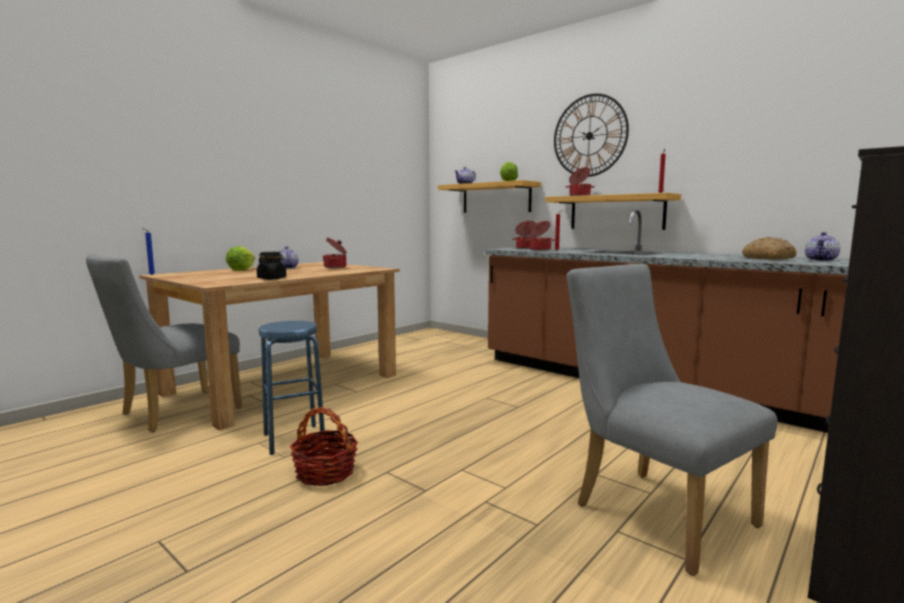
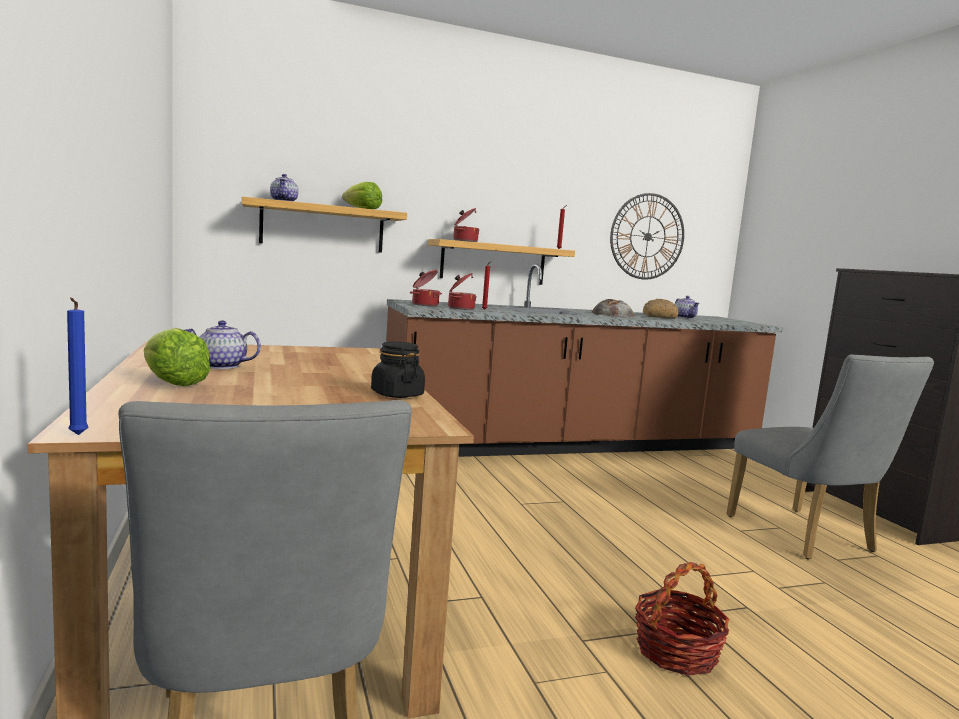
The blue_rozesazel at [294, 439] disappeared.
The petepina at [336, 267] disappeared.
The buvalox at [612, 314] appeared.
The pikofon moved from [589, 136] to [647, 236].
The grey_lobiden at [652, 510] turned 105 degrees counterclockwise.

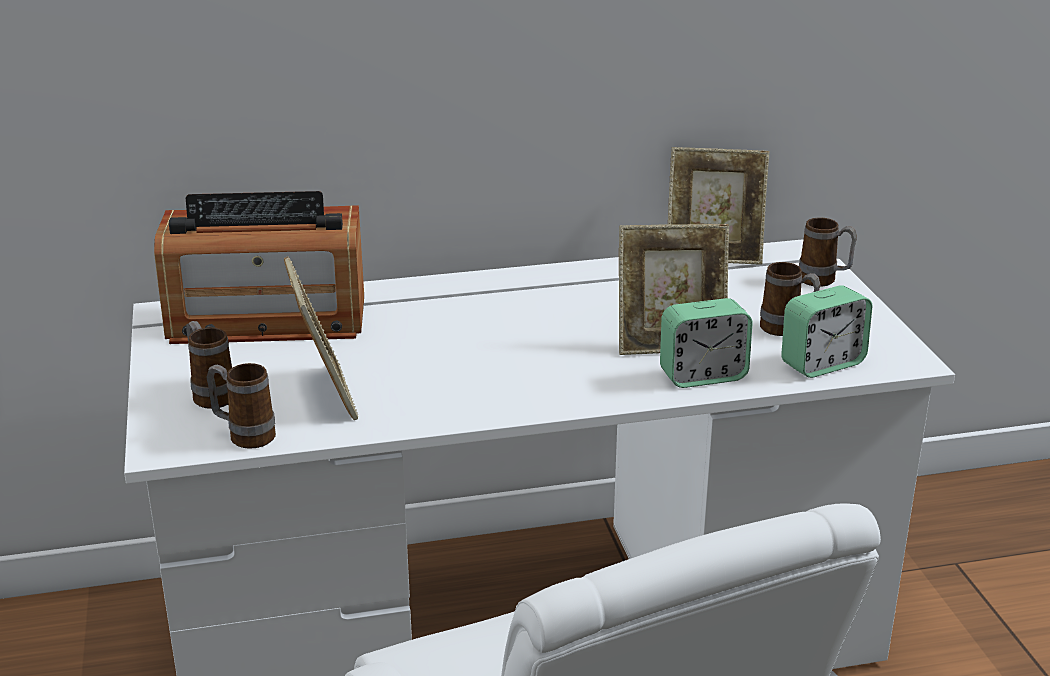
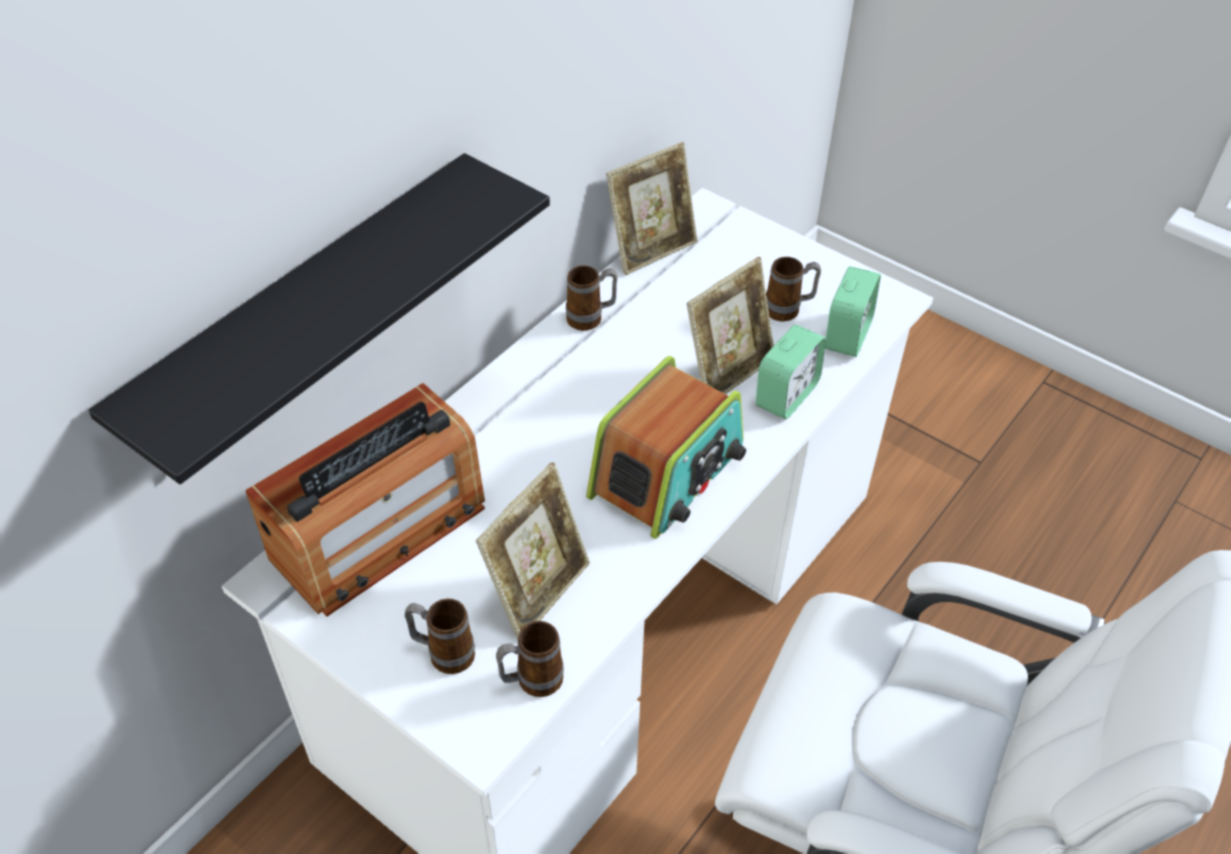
The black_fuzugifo at [307, 317] appeared.
The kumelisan at [668, 472] appeared.
The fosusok moved from [824, 281] to [591, 318].
The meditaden at [325, 394] turned 90 degrees clockwise.

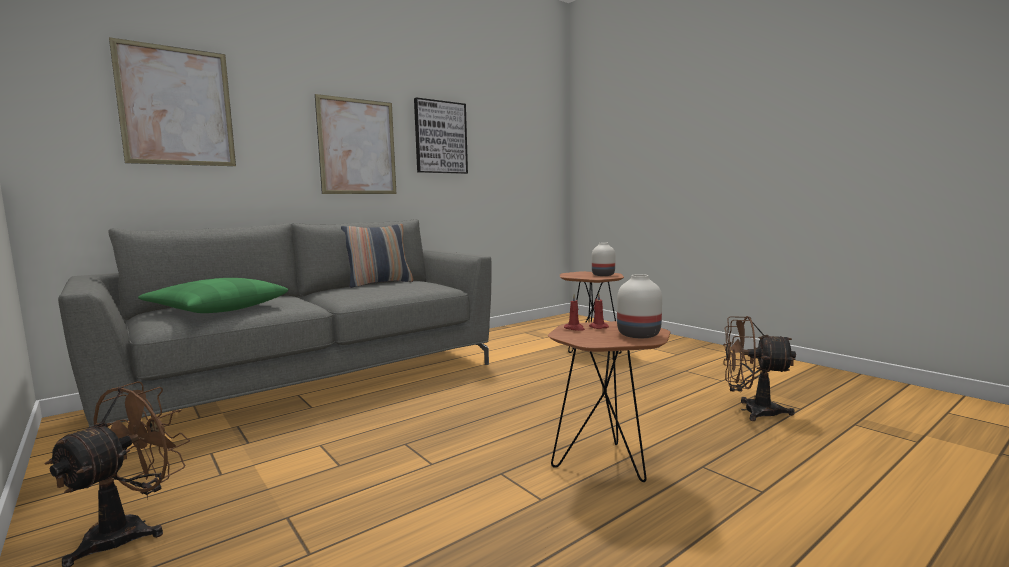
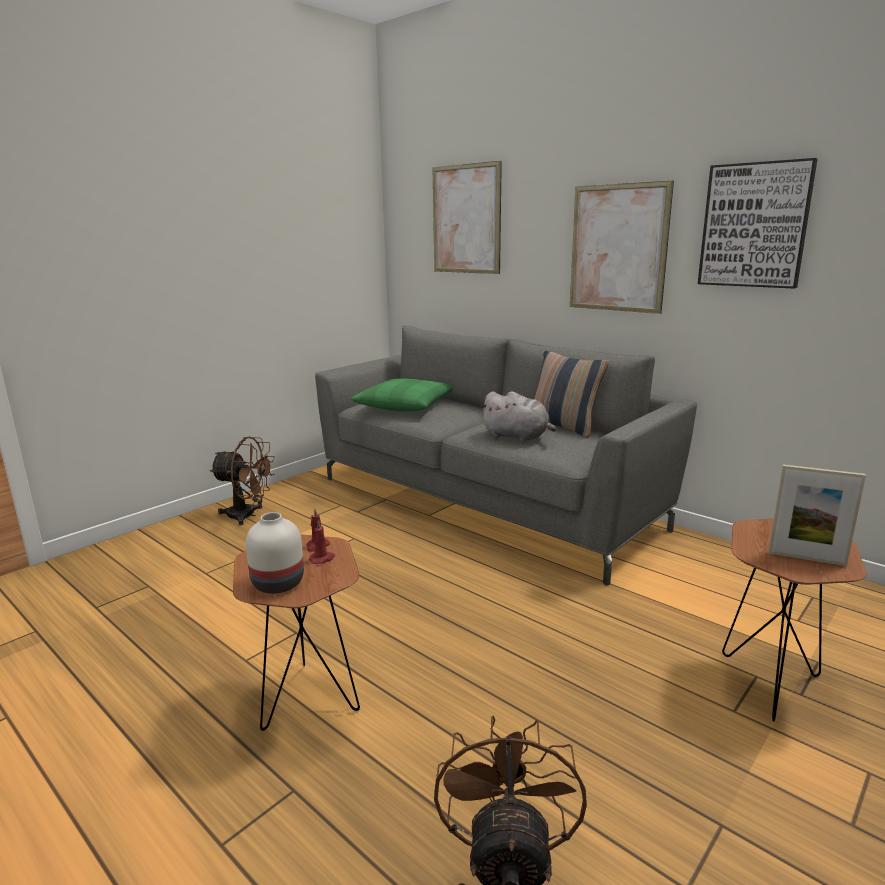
The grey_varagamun at [517, 437] appeared.
The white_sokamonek at [603, 275] was replaced by the meditaden at [806, 558].

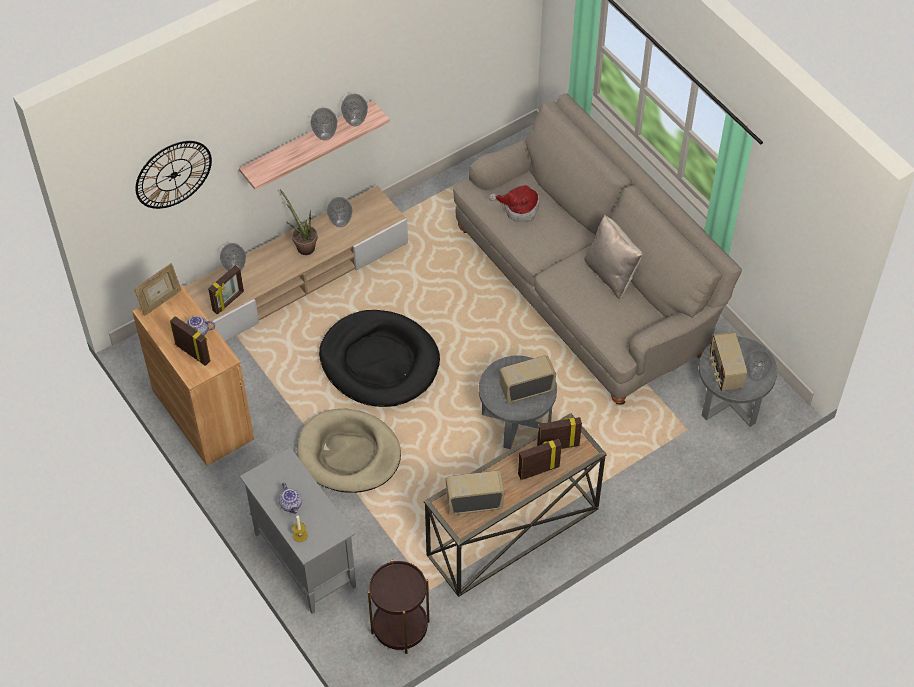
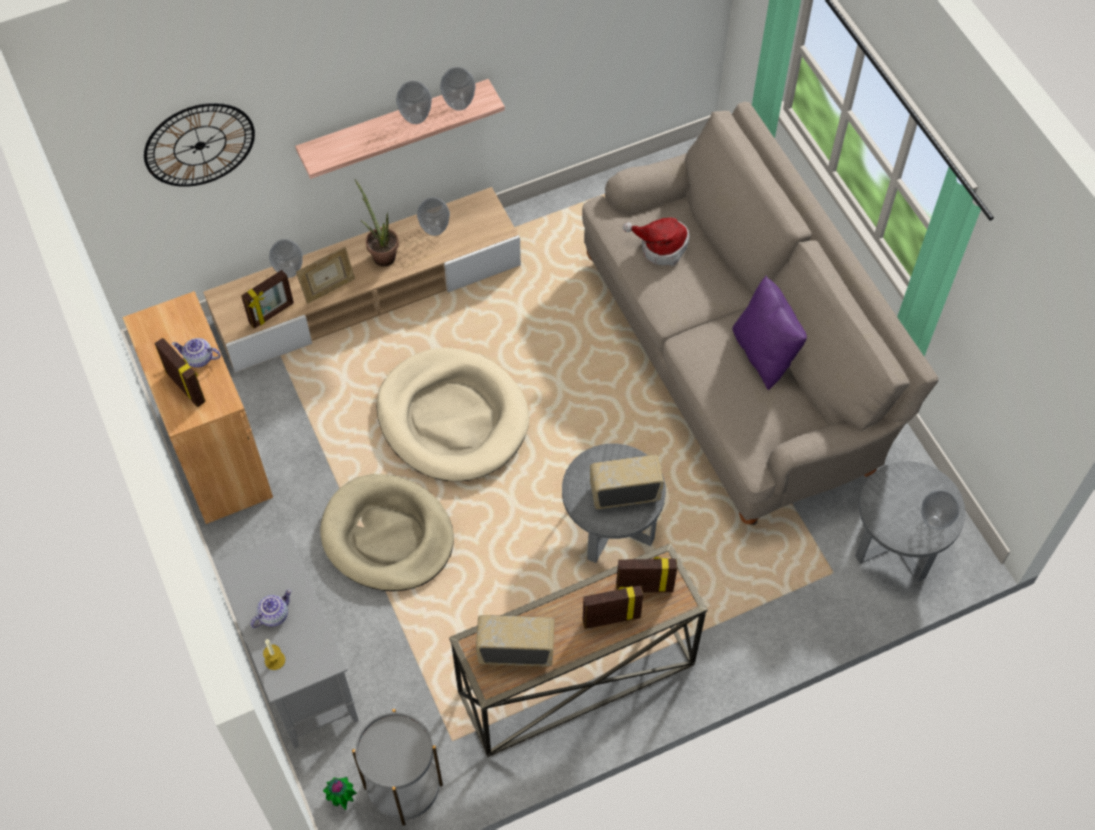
The kumelisan at [724, 372] disappeared.
The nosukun at [342, 799] appeared.
The meditaden moved from [161, 302] to [329, 289].
The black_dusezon at [379, 362] became the beige_dusezon at [452, 418].
The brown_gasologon at [400, 627] became the grey_gasologon at [403, 786].
The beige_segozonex at [611, 274] became the purple_segozonex at [764, 353].
The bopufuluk at [291, 504] turned 120 degrees counterclockwise.

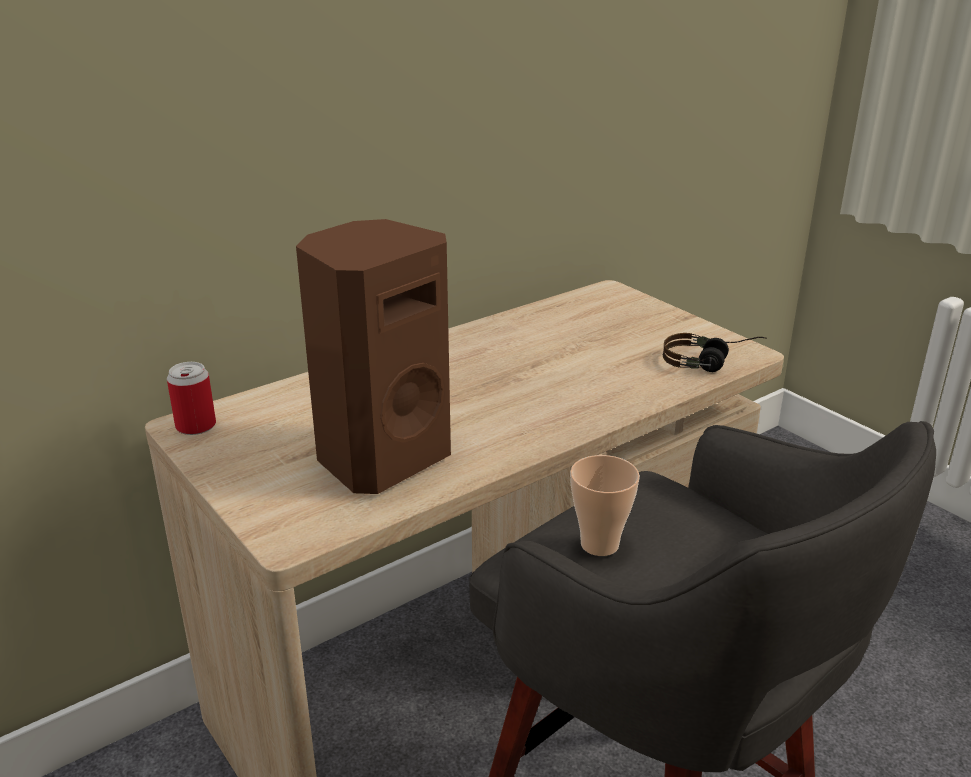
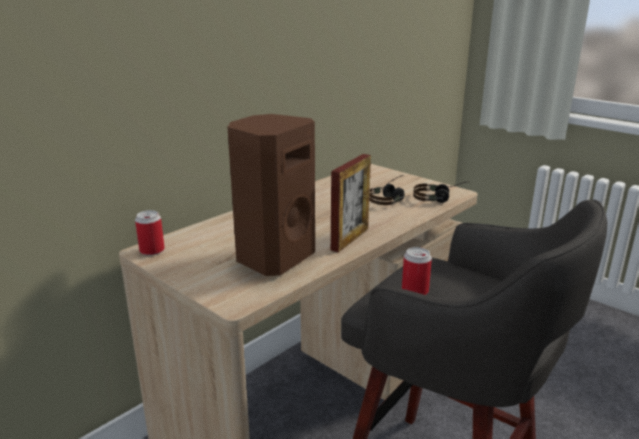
The meditaden at [350, 239] appeared.
The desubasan at [390, 198] appeared.
The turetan at [599, 544] was replaced by the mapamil at [415, 291].

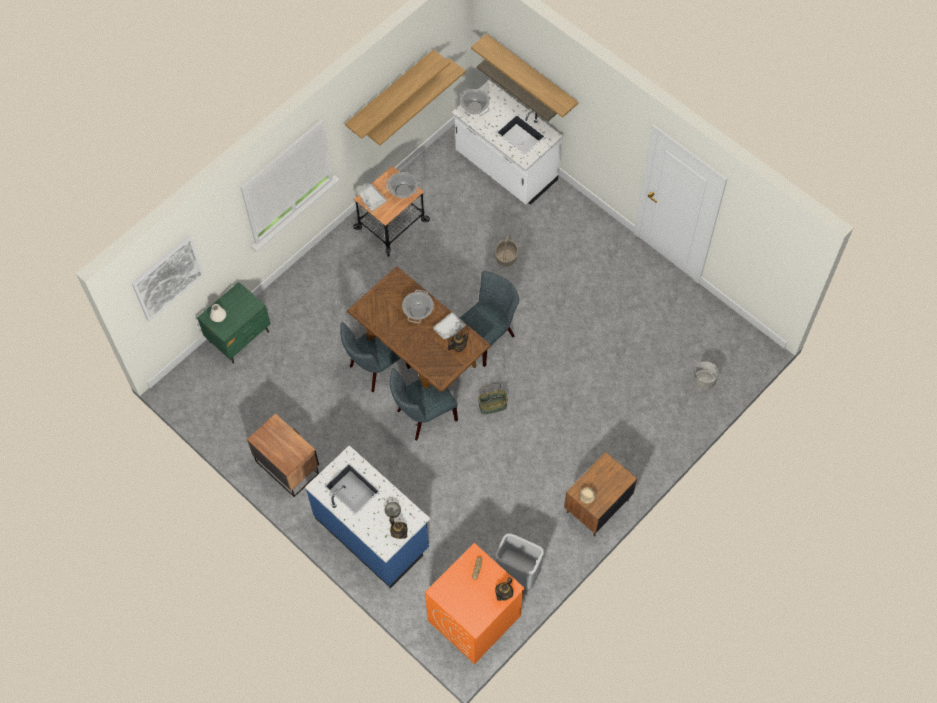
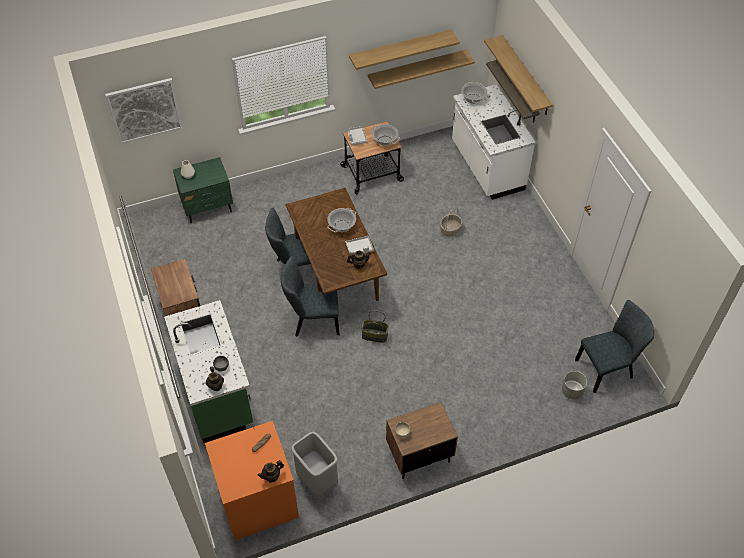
The grey_lobiden moved from [488, 336] to [607, 368].
The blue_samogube at [372, 532] became the green_samogube at [216, 392].

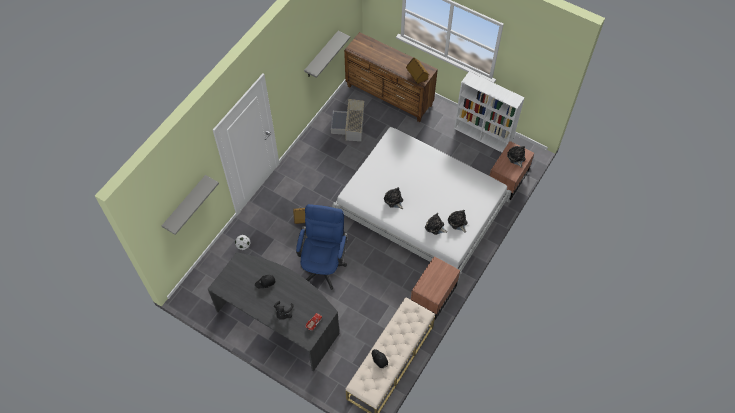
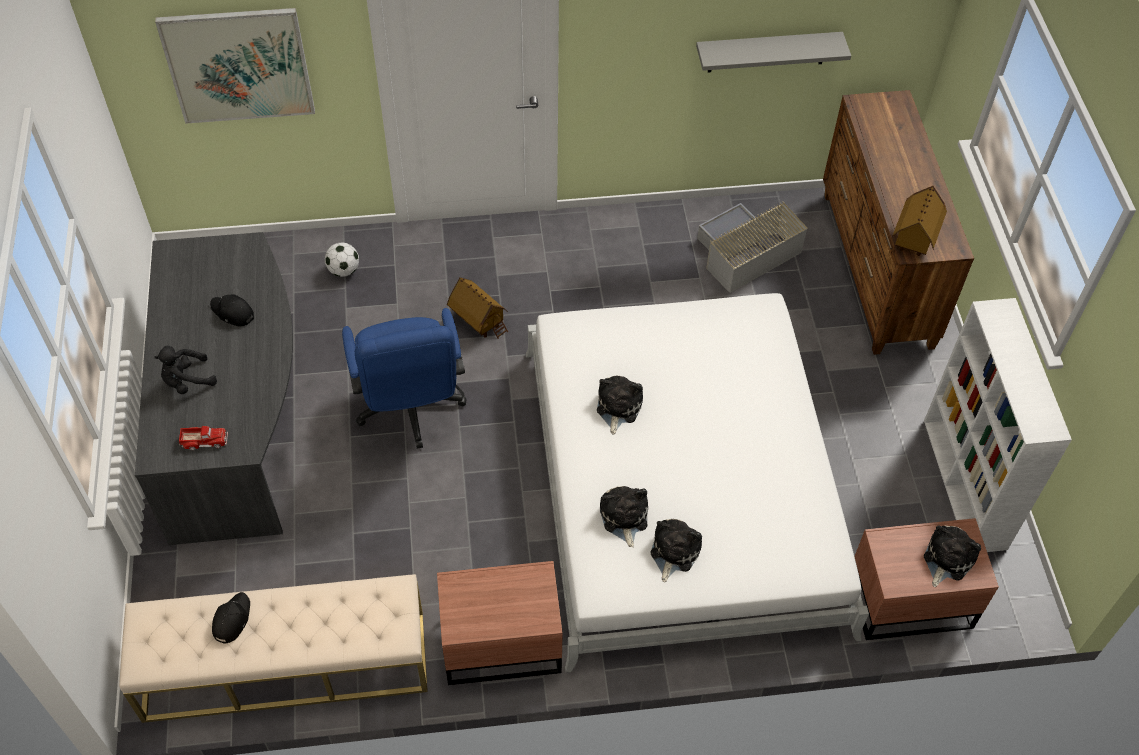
The grey_fuzugifo at [185, 204] was replaced by the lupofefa at [238, 65].
The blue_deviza at [323, 264] turned 105 degrees clockwise.

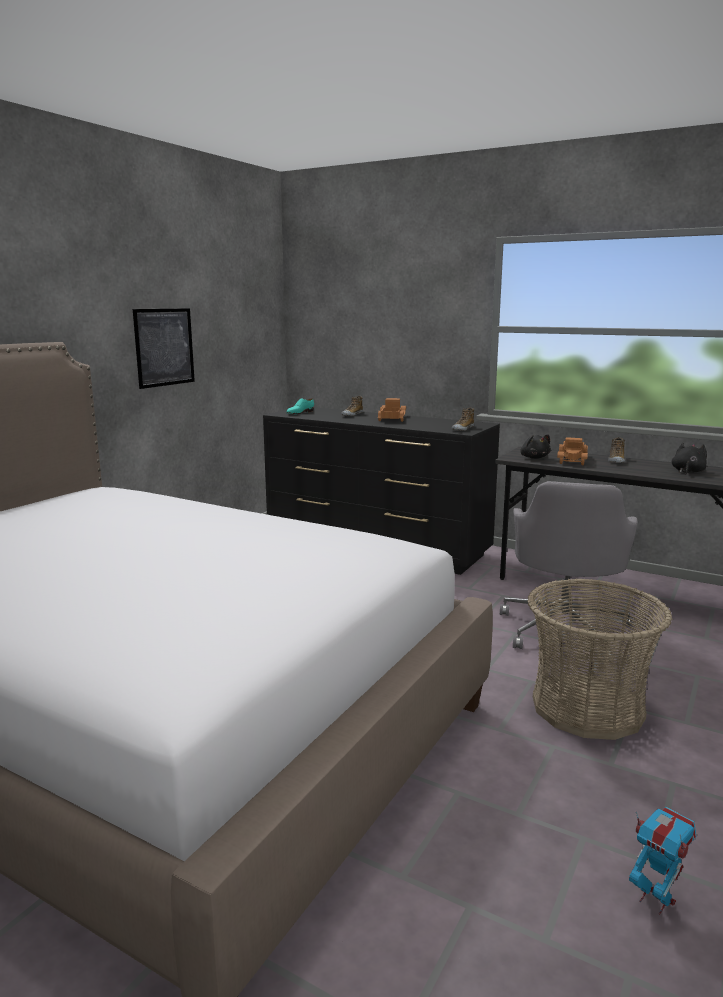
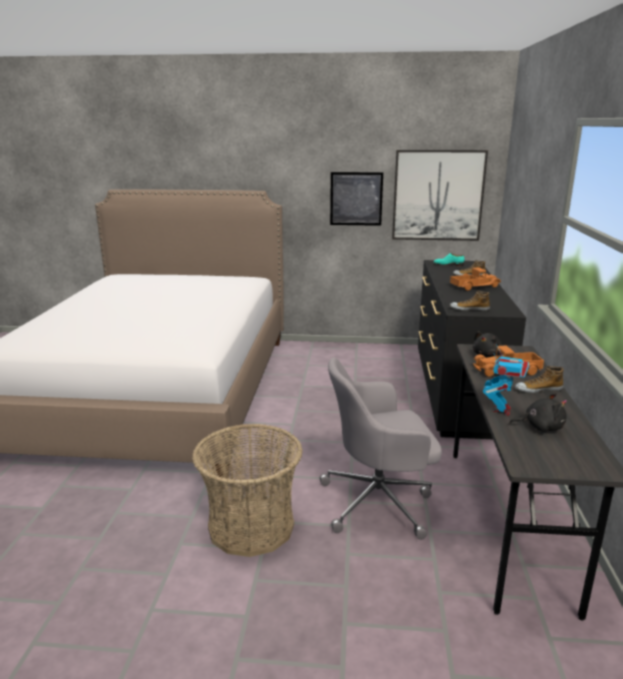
The lupofefa at [438, 195] appeared.
The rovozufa moved from [655, 899] to [502, 410].

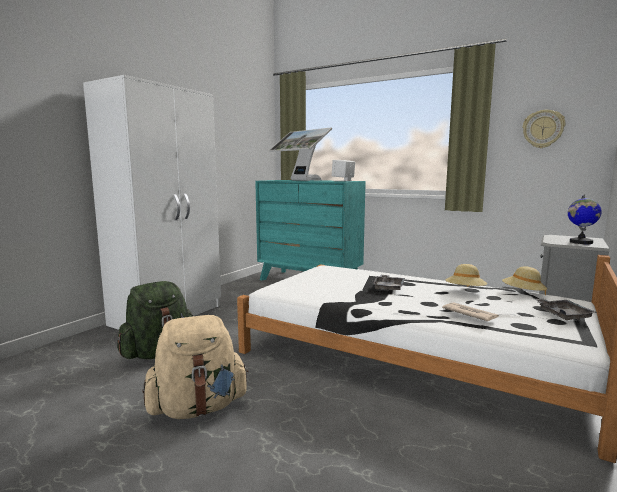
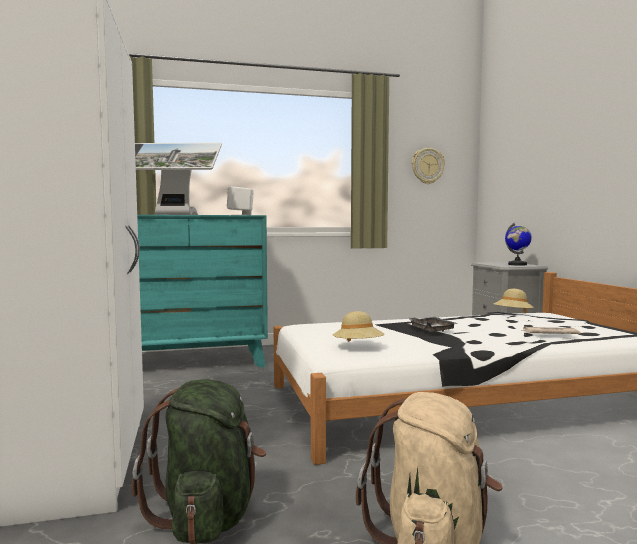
The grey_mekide at [562, 315] disappeared.
The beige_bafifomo moved from [465, 291] to [358, 347].

